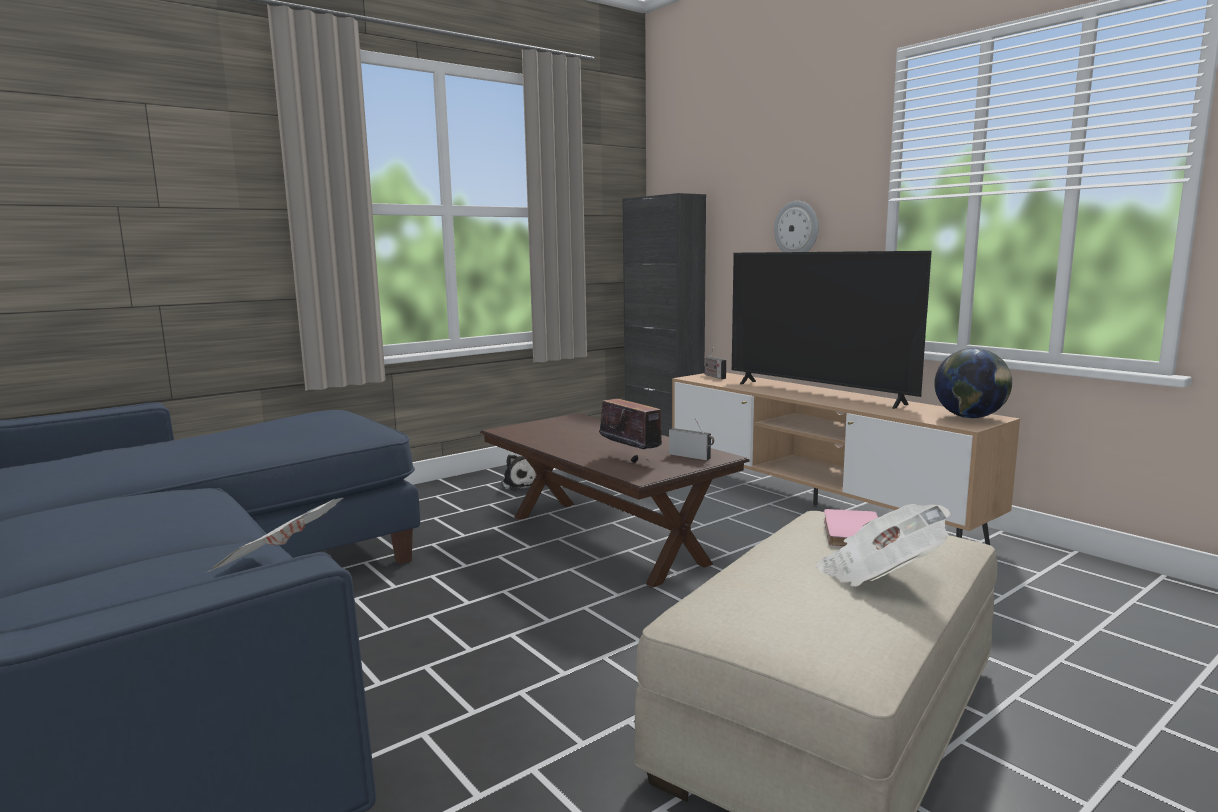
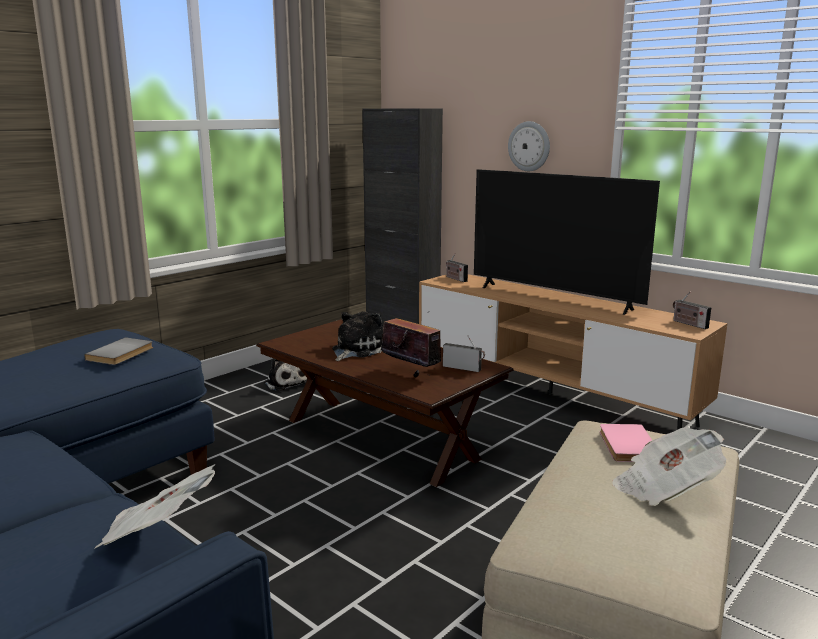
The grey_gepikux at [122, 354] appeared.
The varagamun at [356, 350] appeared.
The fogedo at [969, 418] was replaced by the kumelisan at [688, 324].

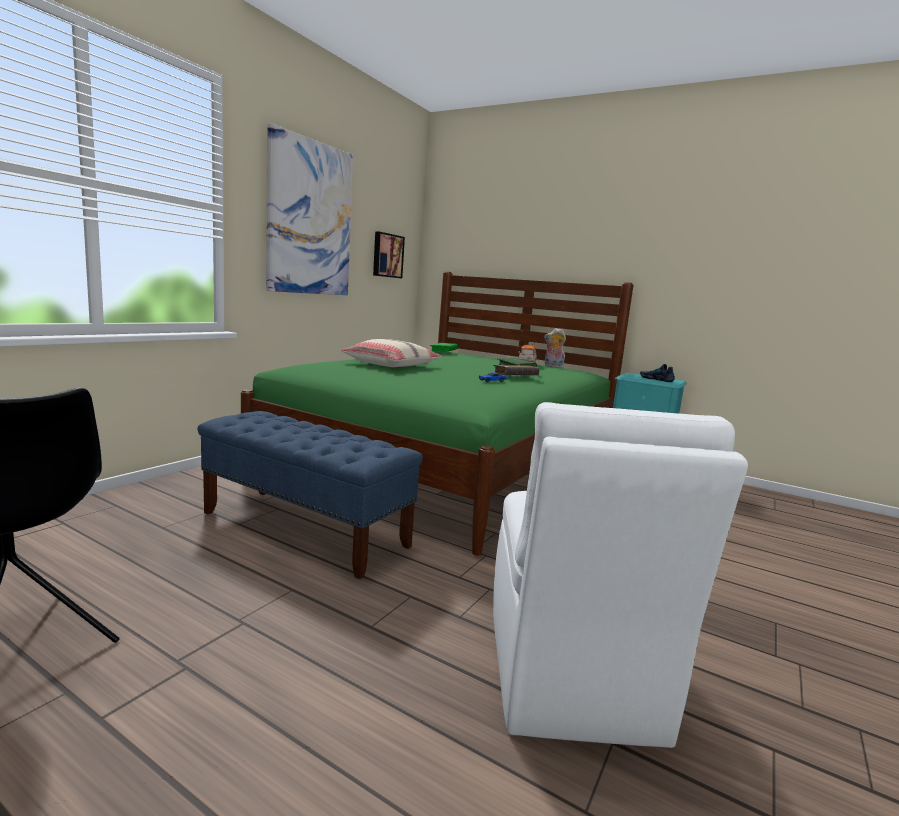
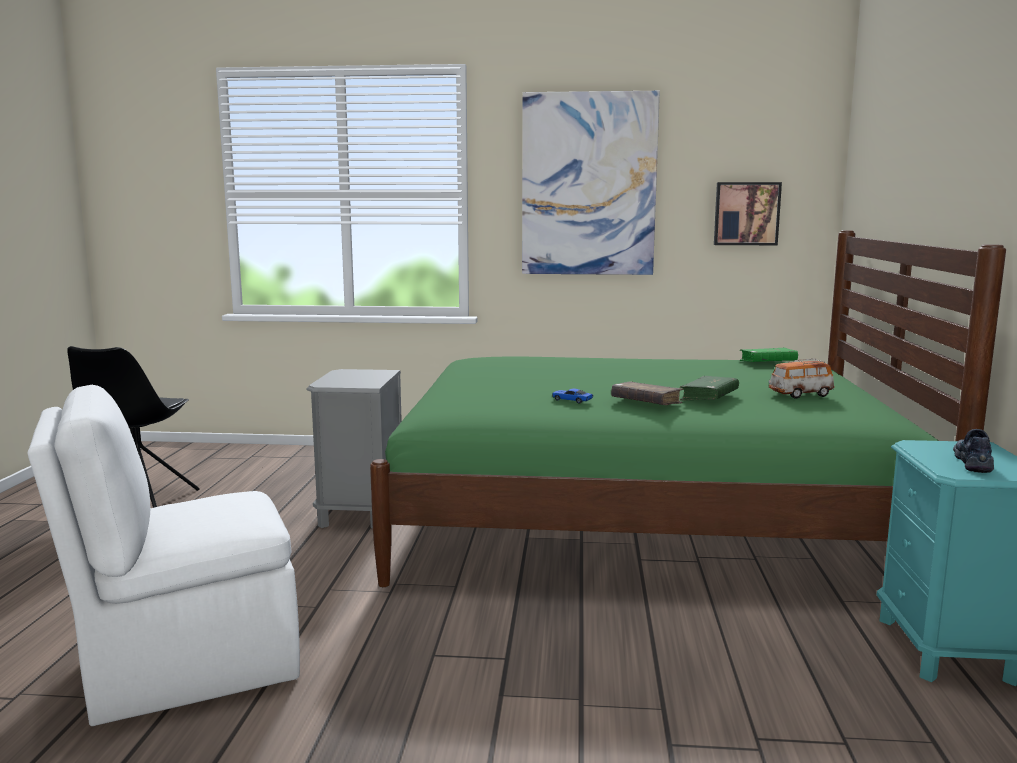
The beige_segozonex at [391, 365] disappeared.
The varagamun at [553, 366] disappeared.
The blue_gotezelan at [305, 529] was replaced by the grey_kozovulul at [360, 513].

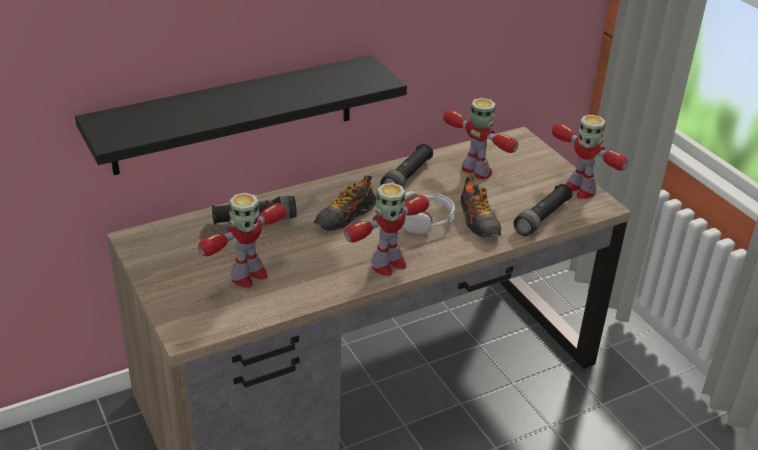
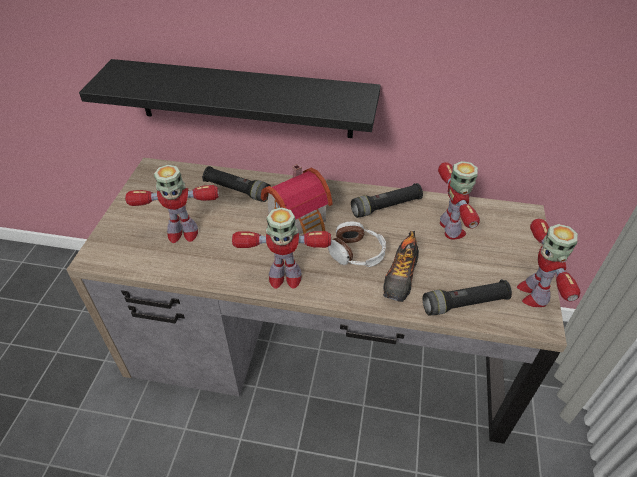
The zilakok at [345, 217] was replaced by the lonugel at [300, 219].

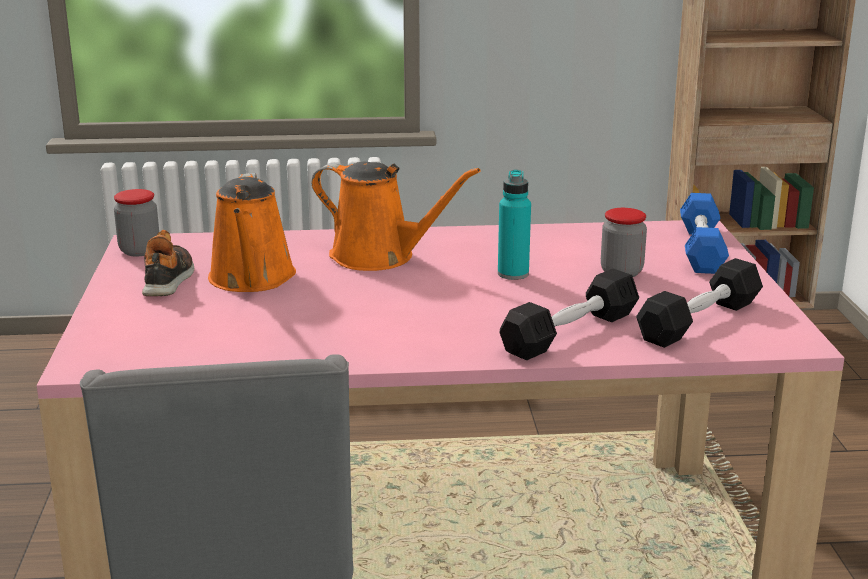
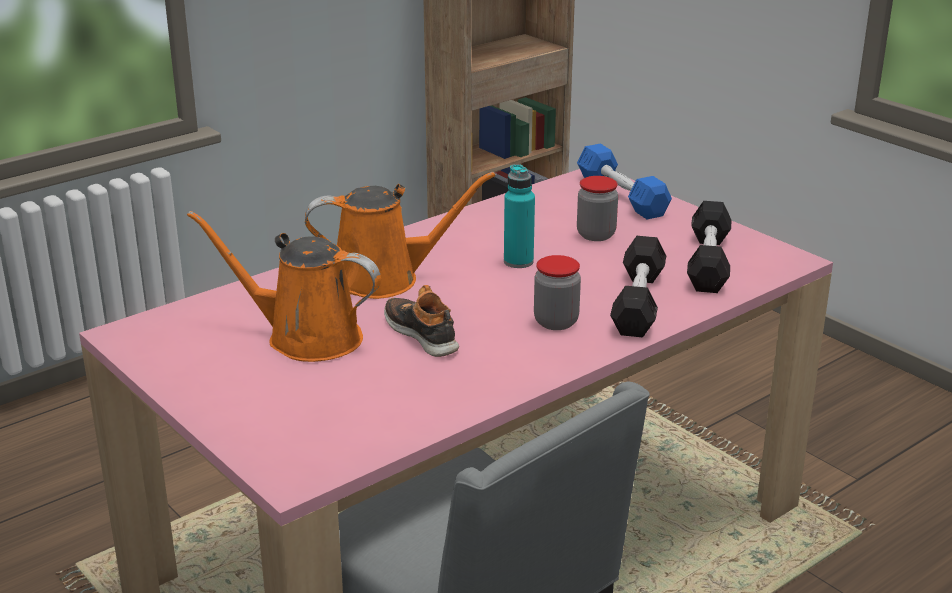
The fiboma moved from [139, 251] to [556, 322].
The zilakok moved from [169, 280] to [422, 334].
The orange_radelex at [252, 279] turned 150 degrees clockwise.

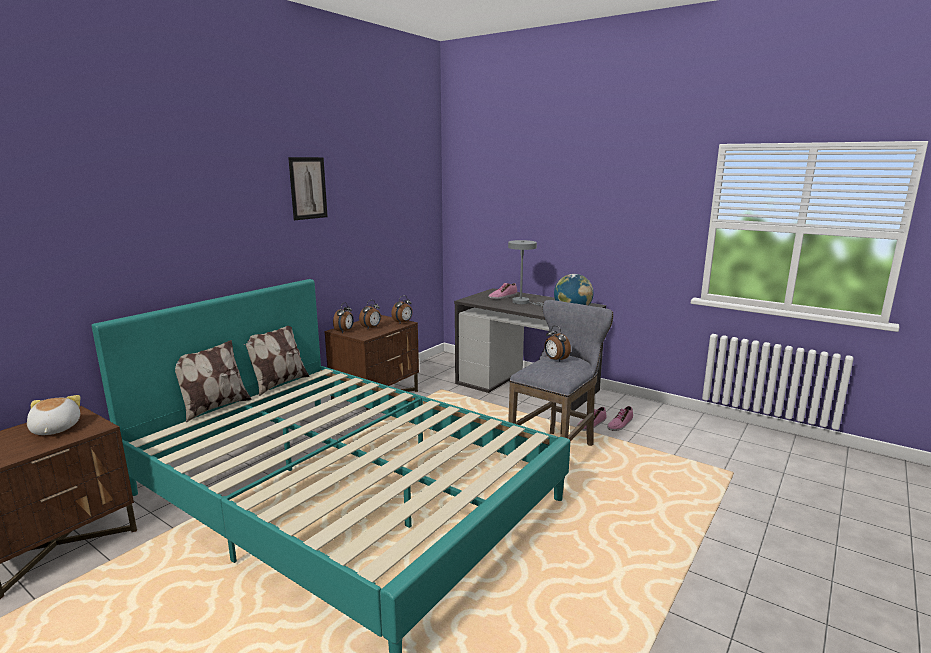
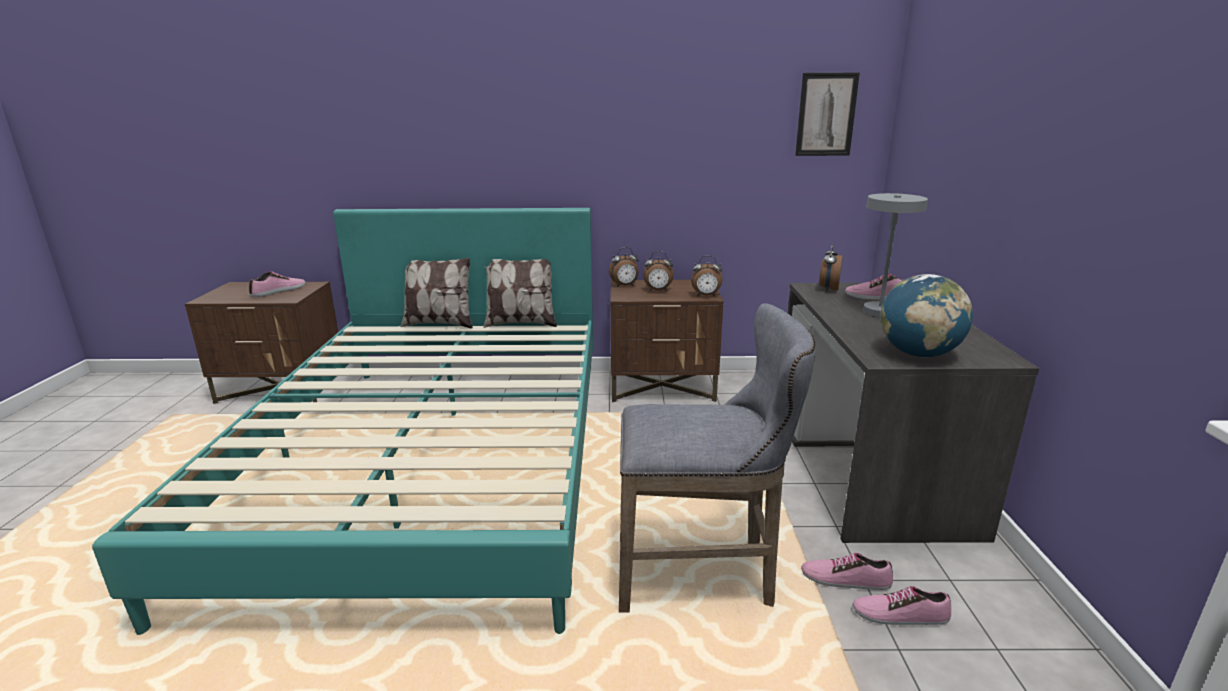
The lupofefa moved from [308, 188] to [826, 115].
The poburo moved from [555, 360] to [828, 289].
The varagamun at [54, 429] was replaced by the zilakok at [279, 291].

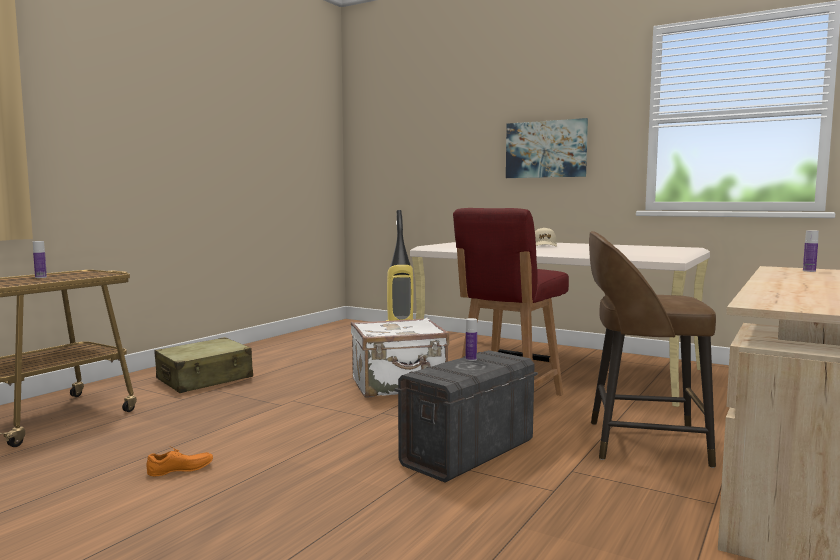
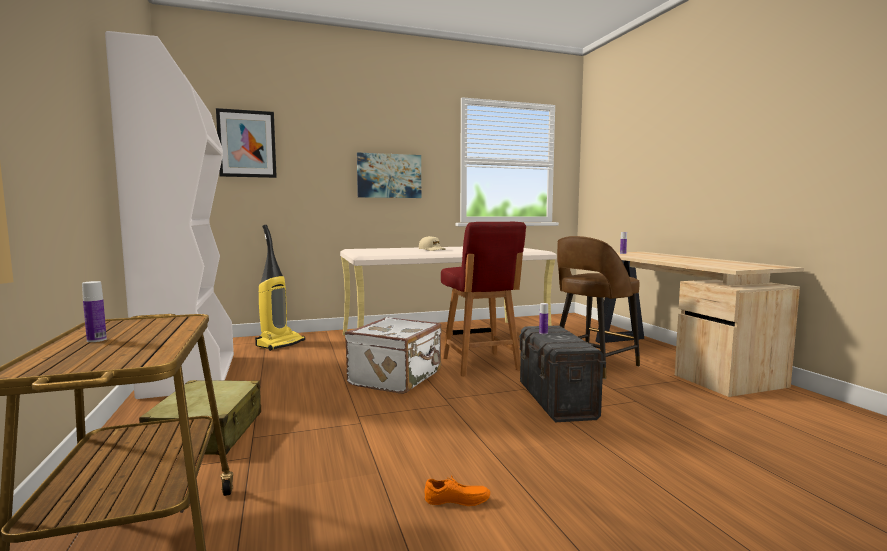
The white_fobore at [190, 374] appeared.
The lupofefa at [247, 144] appeared.
The orange_zilakok at [180, 470] turned 75 degrees clockwise.

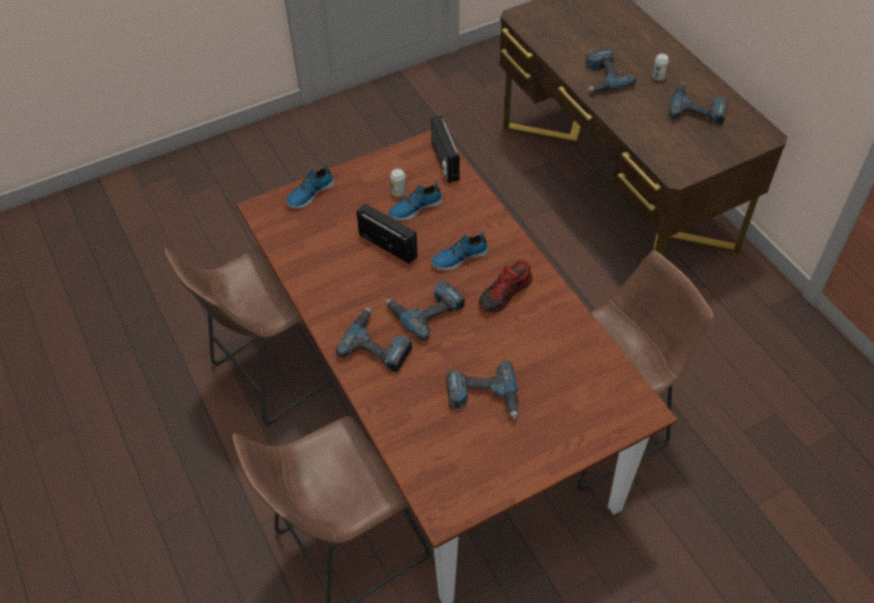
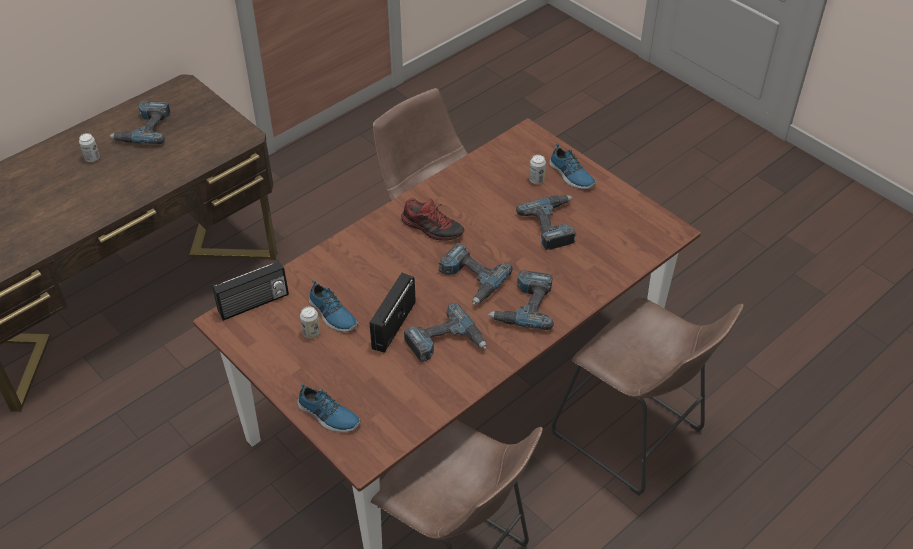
The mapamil at [536, 180] appeared.
The zilakok moved from [459, 257] to [570, 175].
The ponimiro moved from [602, 77] to [445, 342].

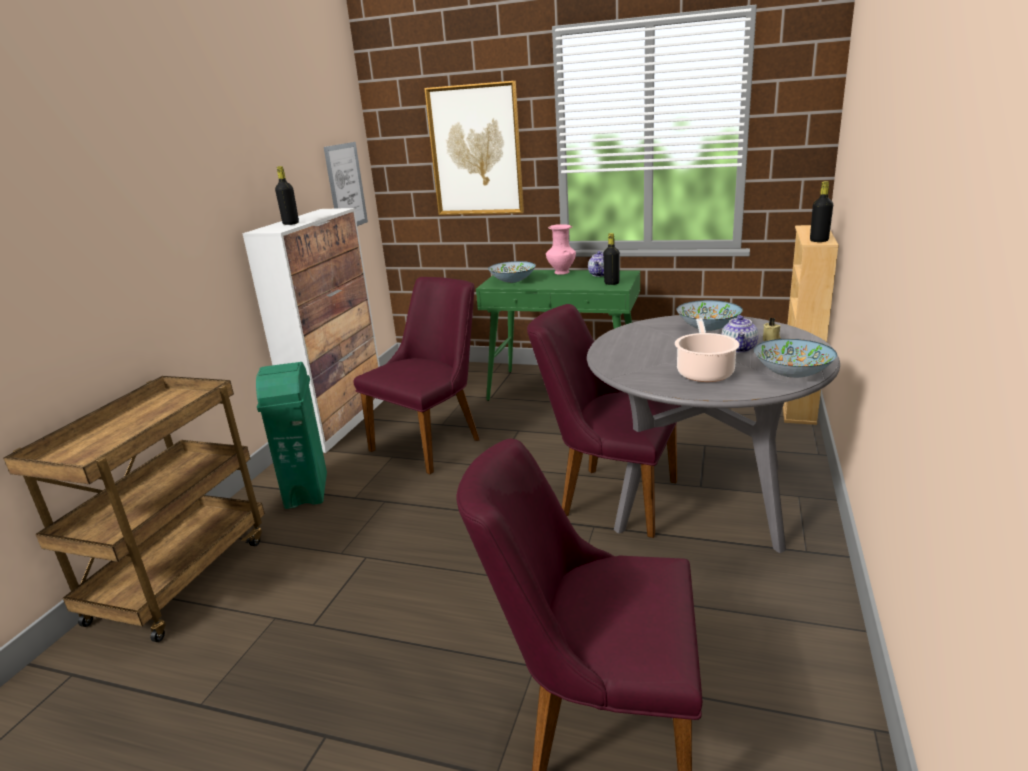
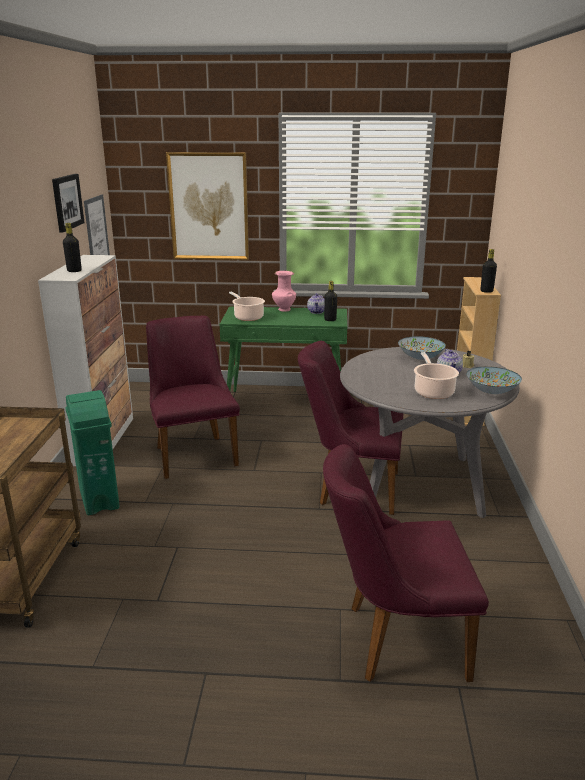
The lupofefa at [67, 202] appeared.
The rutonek at [513, 281] was replaced by the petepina at [247, 317].
The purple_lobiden at [434, 441] turned 45 degrees counterclockwise.

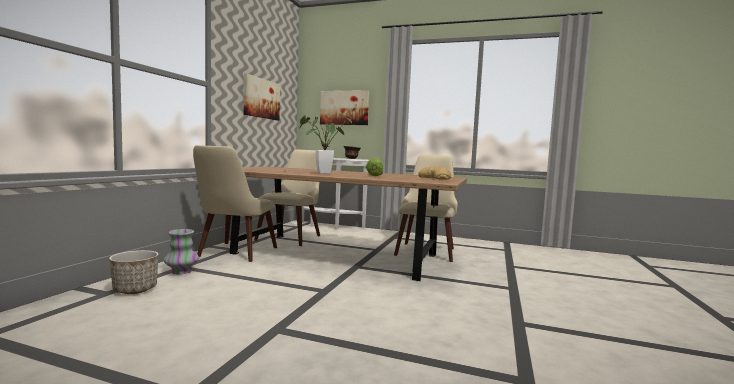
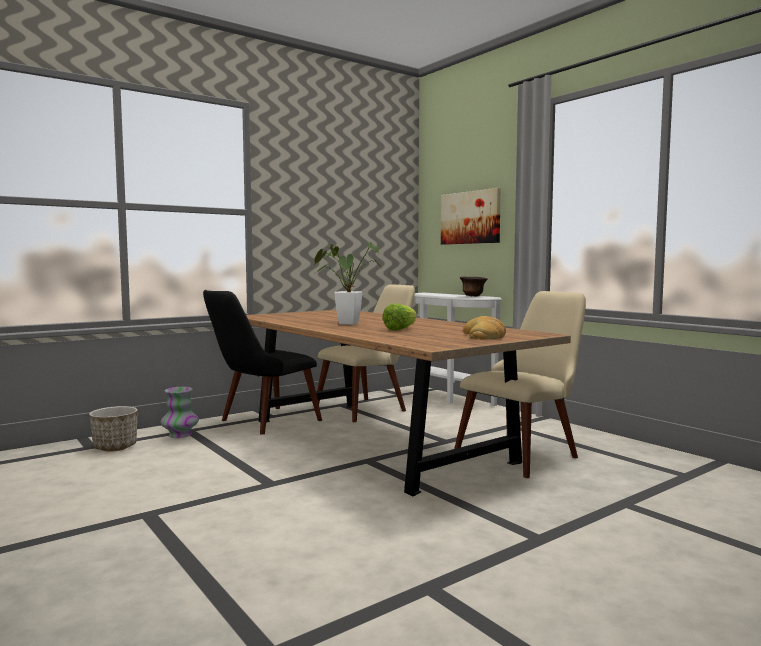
The lupofefa at [261, 98] disappeared.
The beige_lobiden at [233, 254] became the black_lobiden at [260, 422].

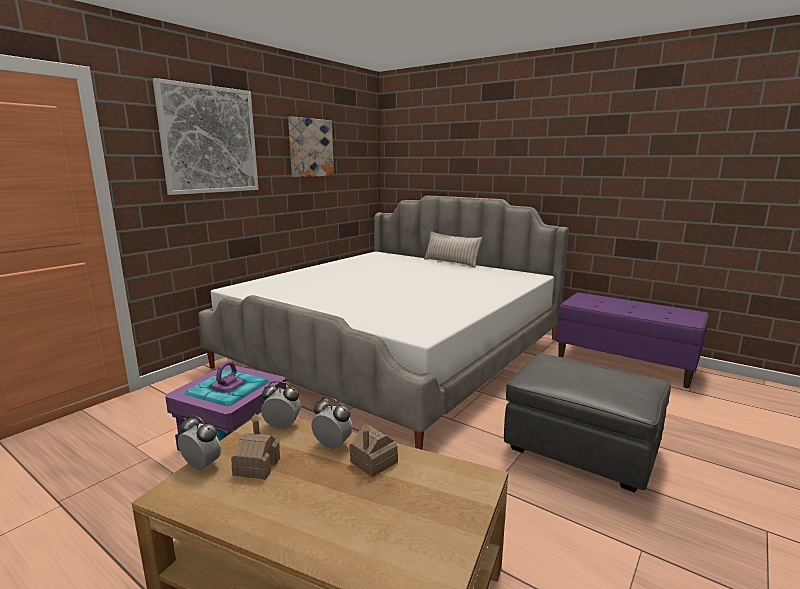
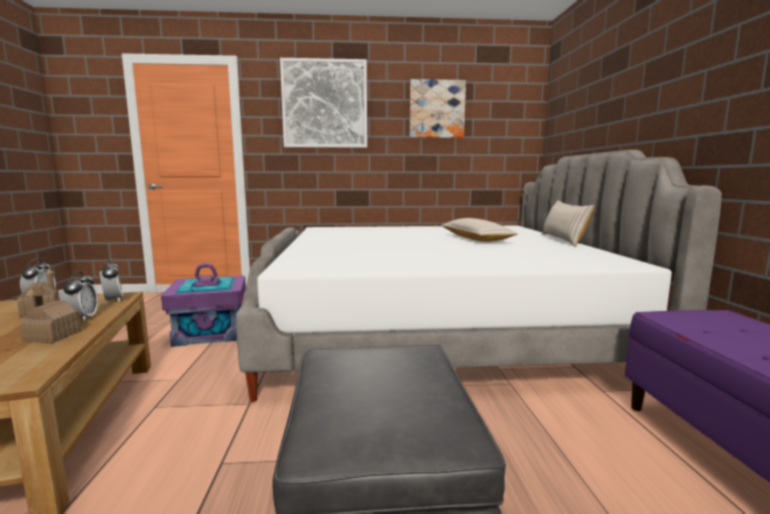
The beige_segozonex at [476, 239] appeared.

